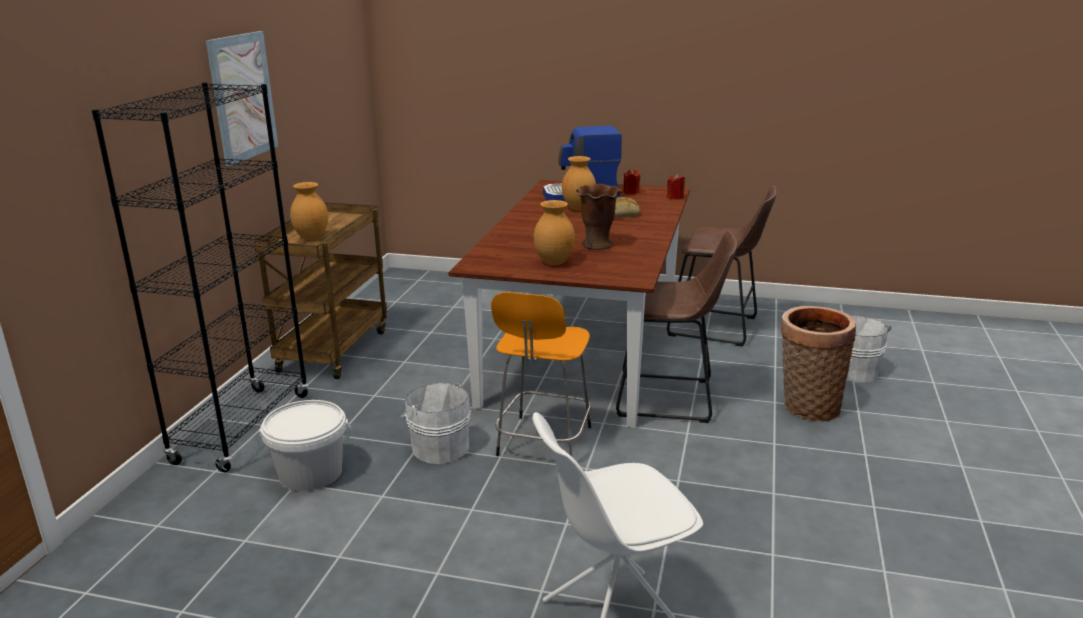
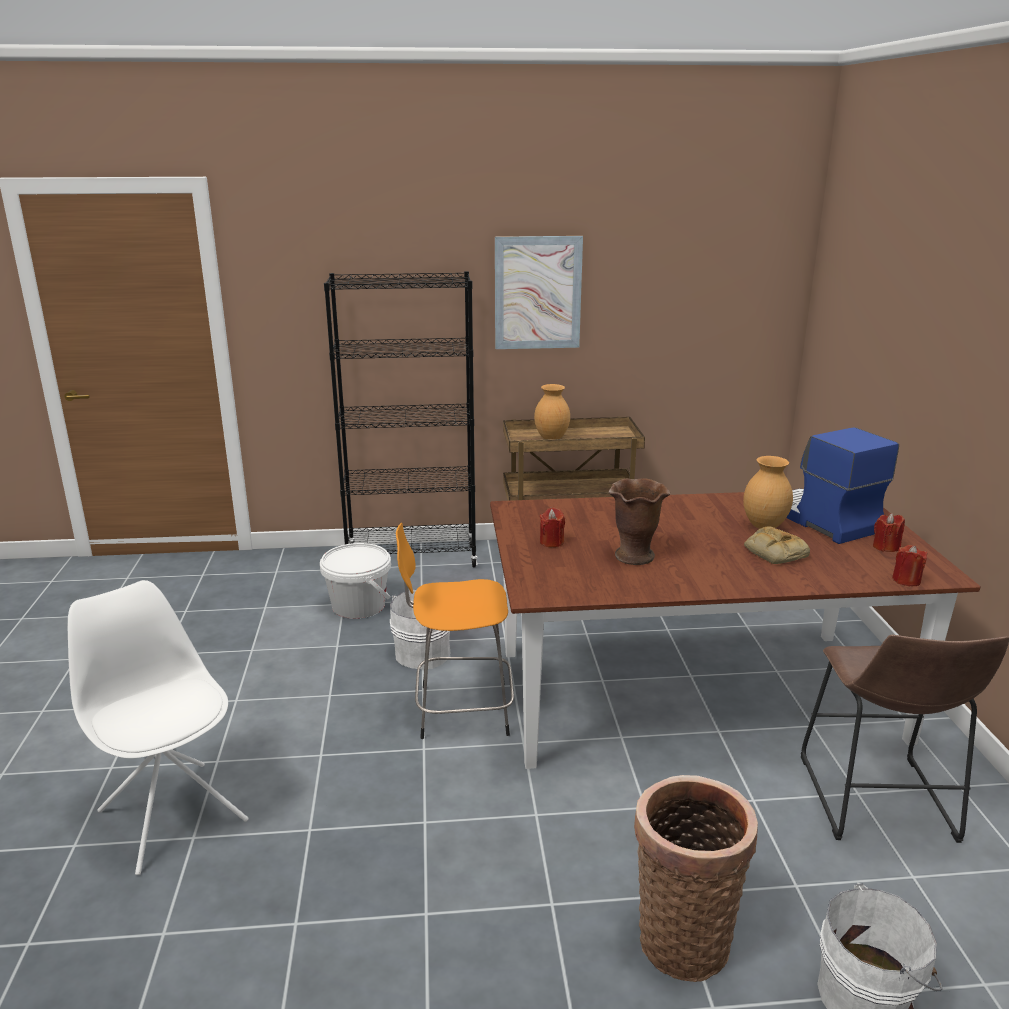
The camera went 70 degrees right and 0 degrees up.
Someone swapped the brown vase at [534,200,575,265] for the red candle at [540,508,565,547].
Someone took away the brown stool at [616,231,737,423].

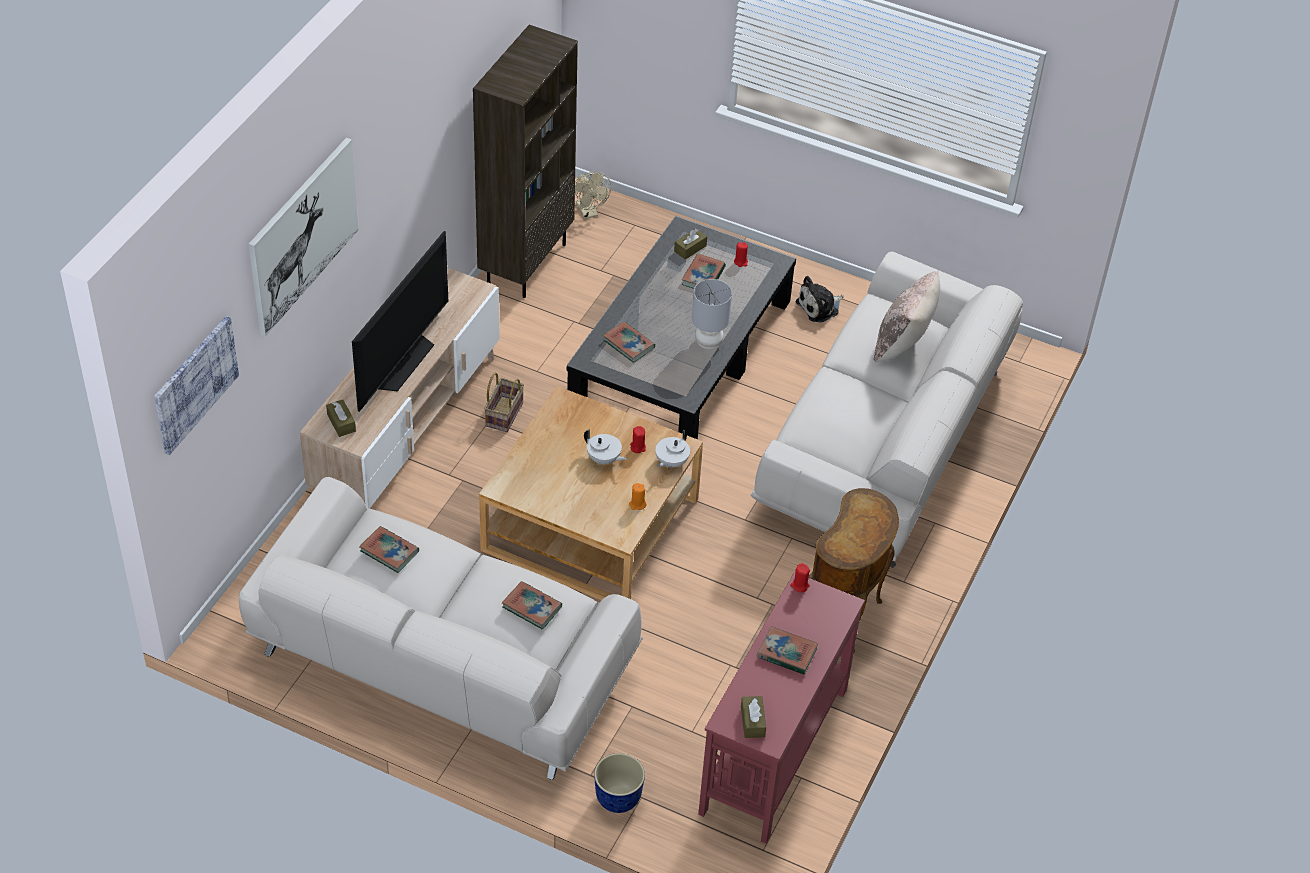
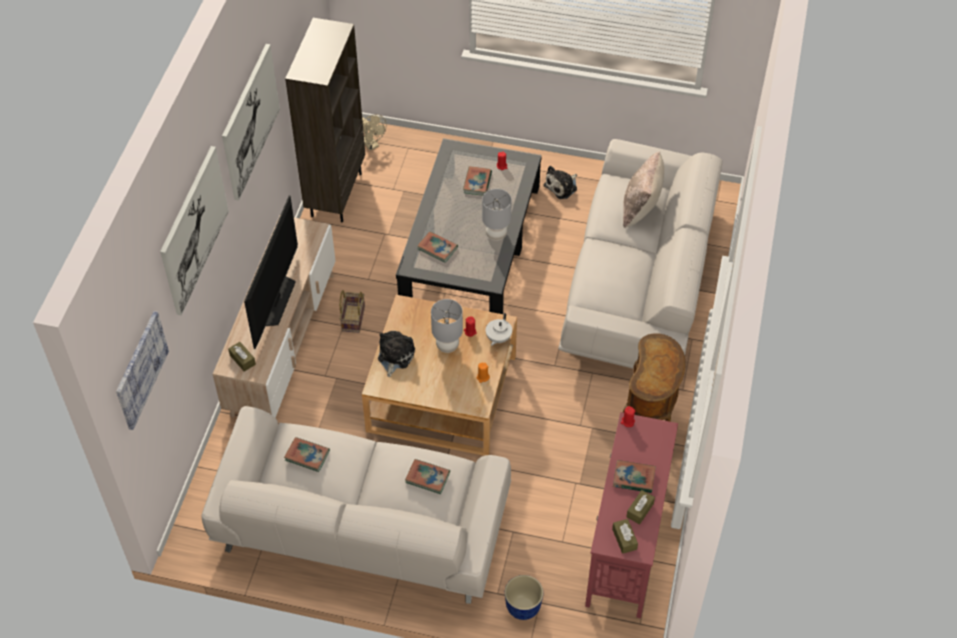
The camera went 10 degrees left and 5 degrees up.
Someone carried the brown tissue box from [674,229,707,260] to [626,490,655,524].
Someone swapped the white teapot at [584,430,627,465] for the grey table lamp at [431,299,463,353].
Someone put up the picture at [222,44,280,201].
Someone put down the plush toy at [378,331,415,377].

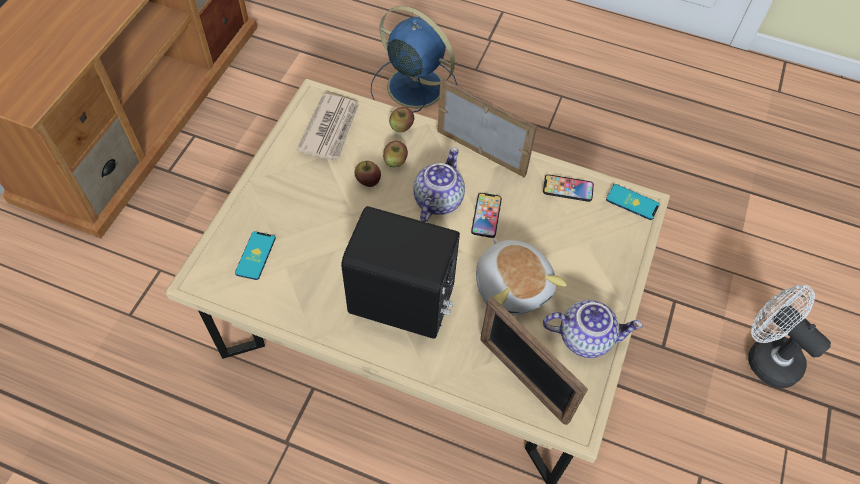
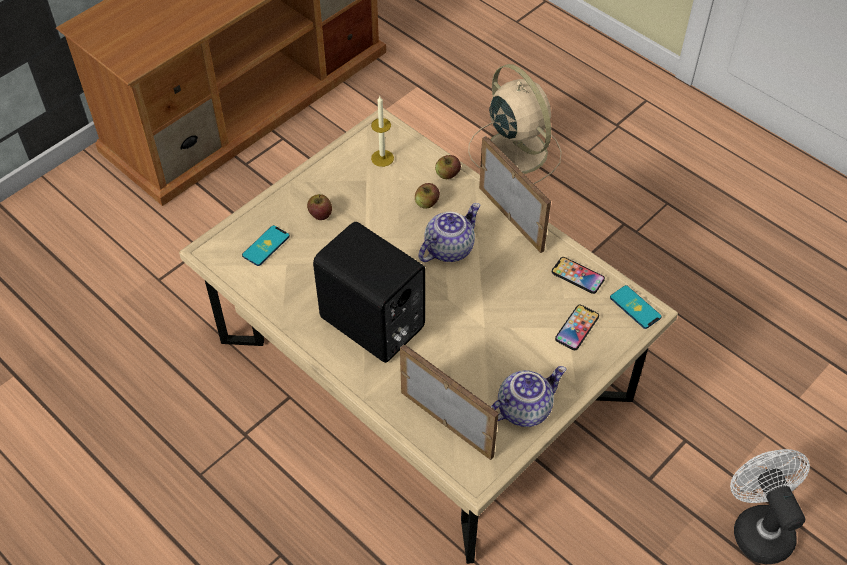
The camera went 25 degrees right and 5 degrees down.
Someone repainted the blue fan at [371,6,458,113], which became the beige fan at [468,64,562,184].
Someone swapped the newspaper at [297,94,359,160] for the candle at [371,96,394,167].
Someone carried the apple from [354,161,381,187] to [307,194,332,220].
Someone carried the phone from [471,193,502,238] to [555,305,599,350].
Someone took away the plush toy at [476,238,567,316].
Someone rotated the picture frame at [480,296,588,425] by 150 degrees clockwise.
Someone rotated the teapot at [543,300,643,358] by 60 degrees counterclockwise.

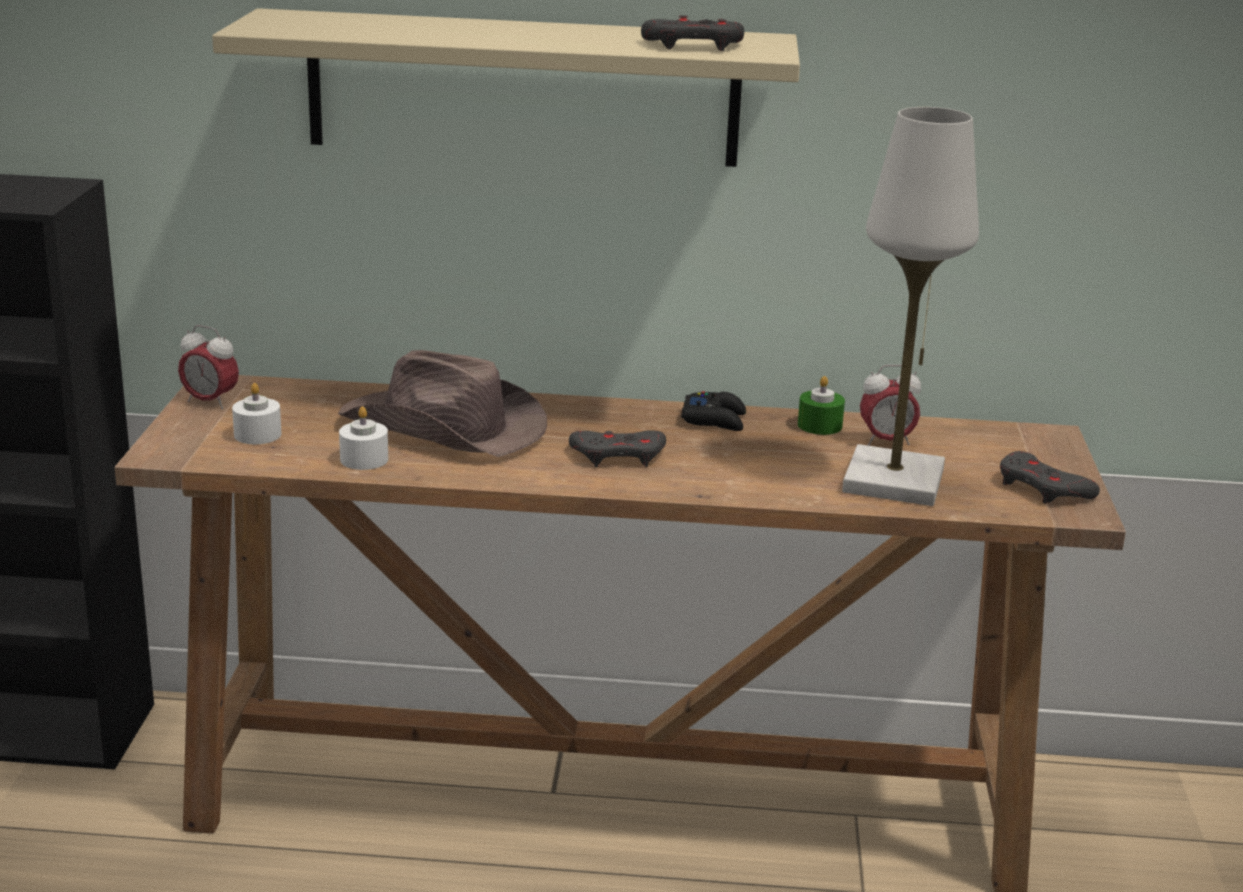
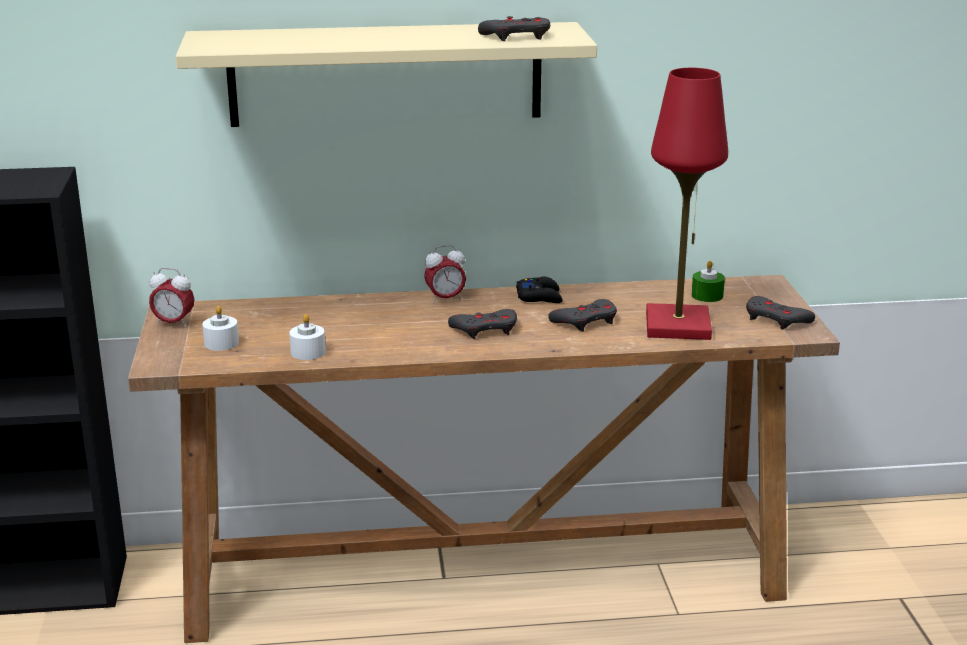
The camera went 10 degrees left and 0 degrees up.
Someone repainted the white table lamp at [842,107,979,506], which became the red table lamp at [646,68,728,340].
Someone took away the brown hat at [338,350,547,457].
Someone carried the alarm clock from [860,365,921,446] to [424,245,466,303].
Someone carried the green candle from [798,376,845,435] to [691,261,725,302].
Someone put down the grey game controller at [548,299,617,331].

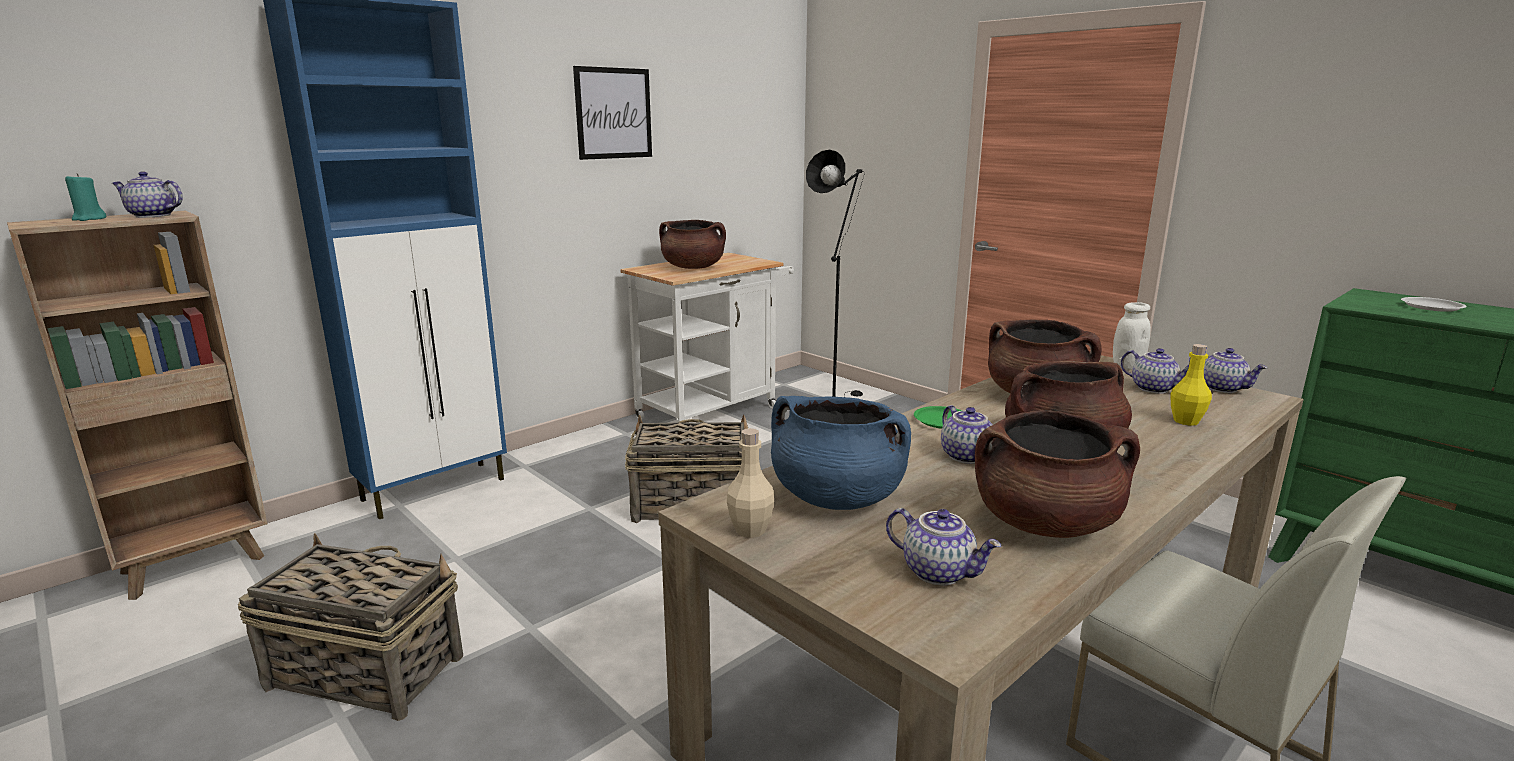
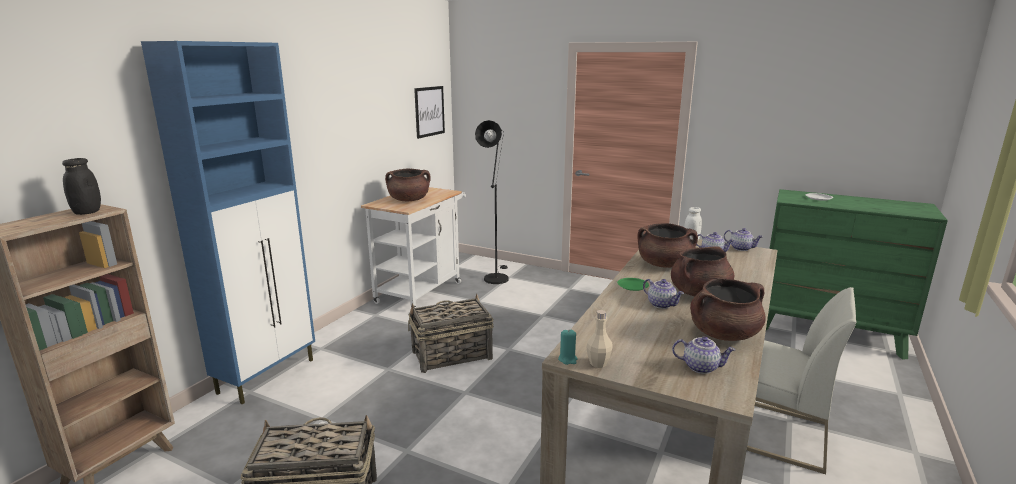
The camera went 20 degrees left and 0 degrees up.
Someone carried the picture from [573,66,652,160] to [414,86,445,139].
Someone swapped the teapot at [112,171,183,218] for the black jar at [62,158,101,215].
Someone carried the turquoise candle from [65,173,107,221] to [558,330,577,365].
Someone took away the yellow bottle at [1170,344,1212,426].
Someone took away the blue cooking pot at [771,396,911,510].

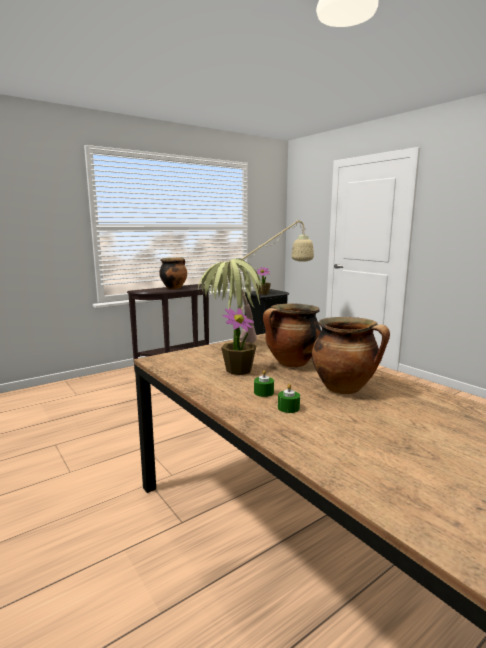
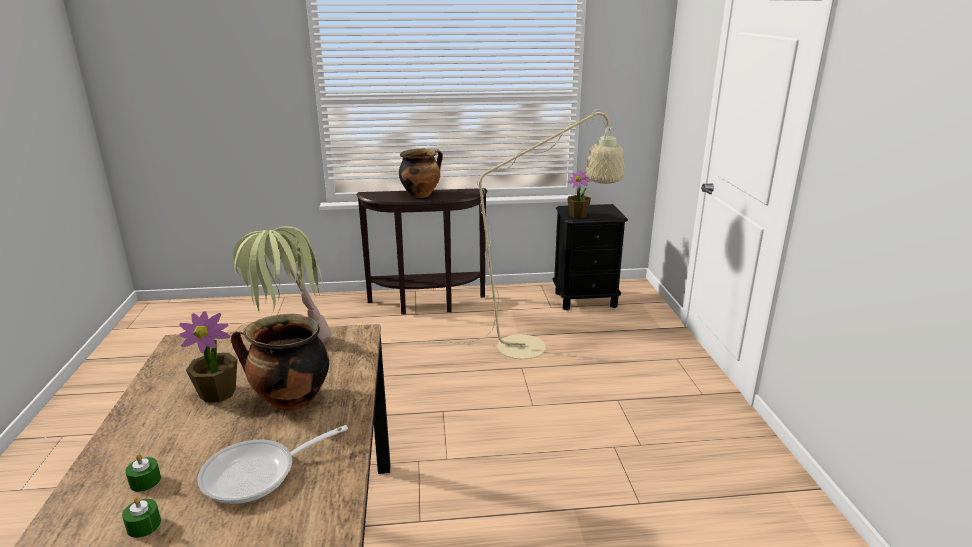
The camera went 30 degrees right and 10 degrees up.
Someone swapped the cooking pot at [312,317,390,394] for the frying pan at [197,425,348,504].
Someone carried the green candle from [254,370,274,397] to [122,496,161,538].

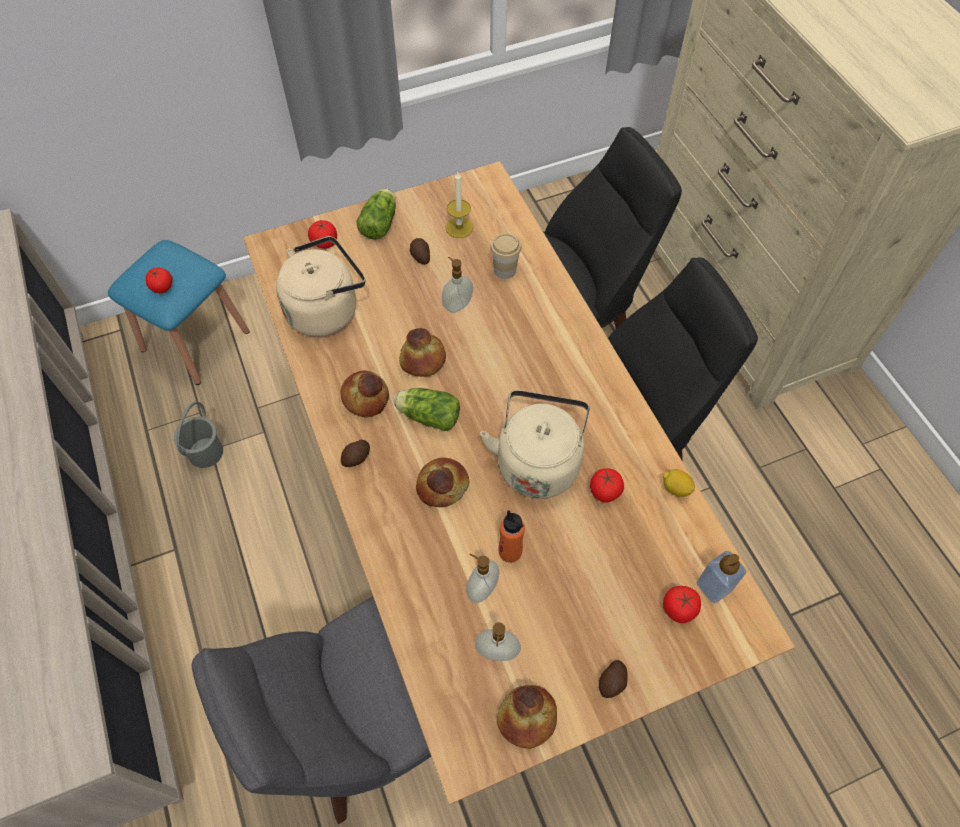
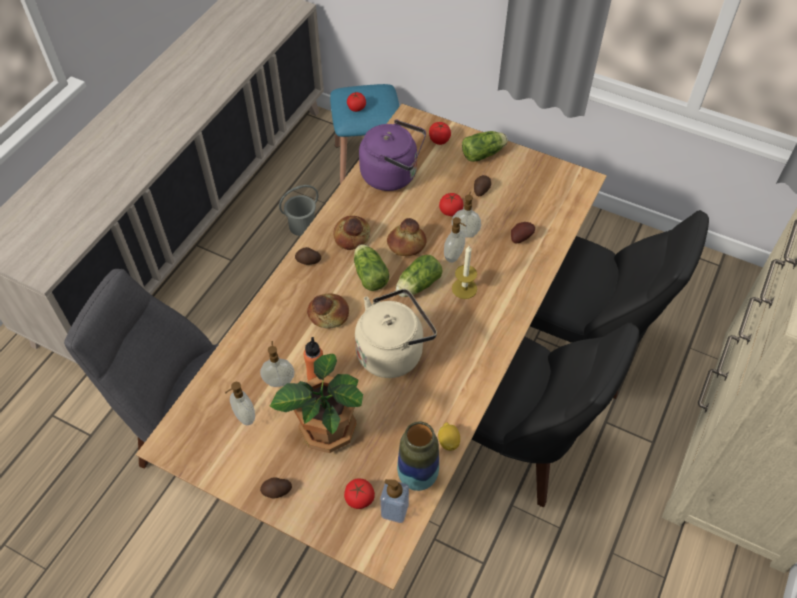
The camera went 50 degrees right and 5 degrees down.
Someone carried the candle from [446,172,473,238] to [452,246,477,299].
Someone swapped the cup at [490,233,522,279] for the potato at [511,222,535,244].
Someone repainted the beige kettle at [276,236,365,337], which became the purple kettle at [359,120,426,191].
Someone carried the tomato from [590,468,624,503] to [439,193,463,216].
Someone took away the bread at [497,685,557,749].
Someone put down the soap dispenser at [444,217,466,263].
Someone put down the lettuce at [396,255,443,297].
Someone put down the potted plant at [270,353,363,453].
Someone put down the vase at [397,422,439,491].

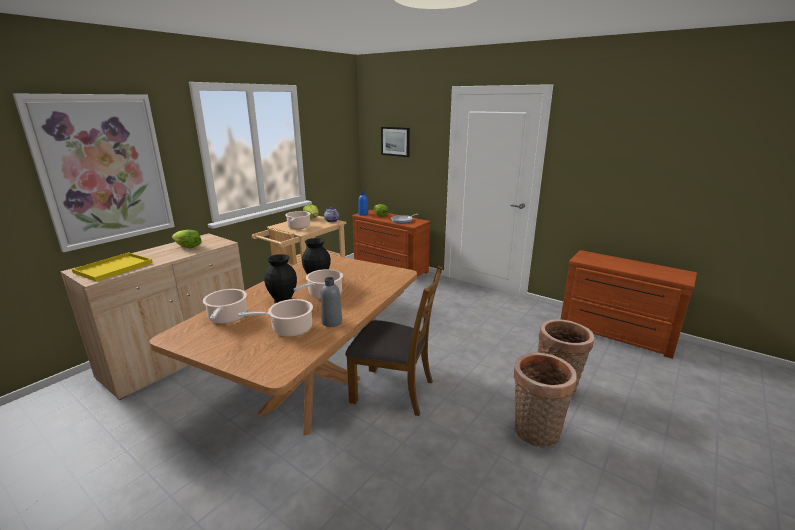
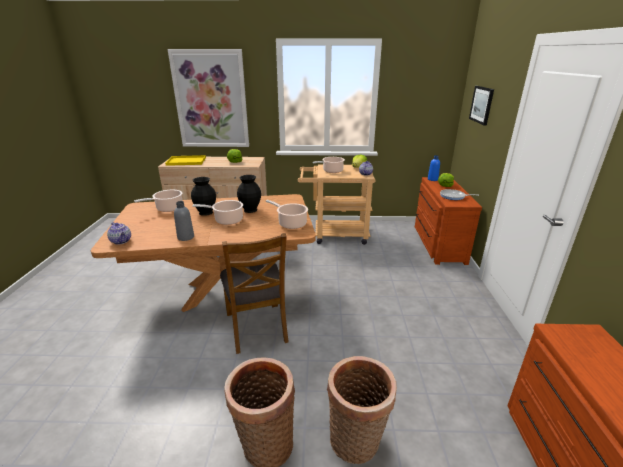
The camera went 55 degrees right and 5 degrees up.
Someone carried the cooking pot from [239,299,313,337] to [266,200,308,229].
Someone put down the teapot at [107,222,131,245].

